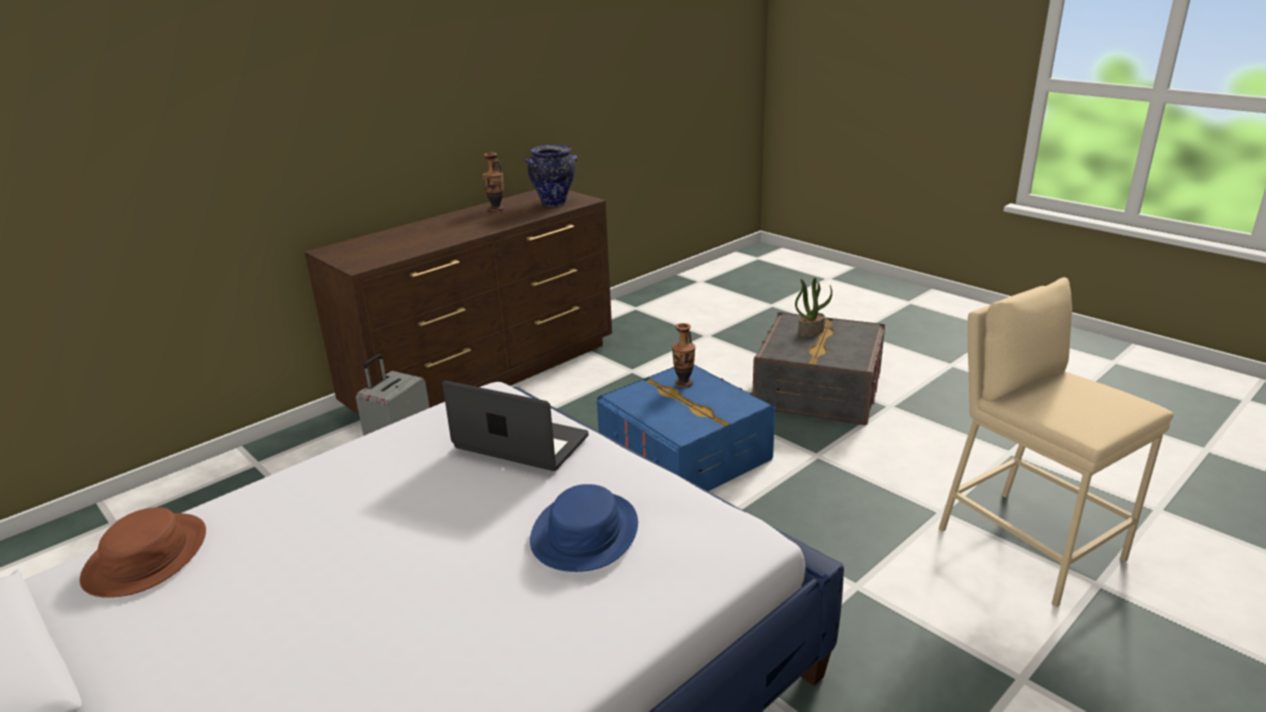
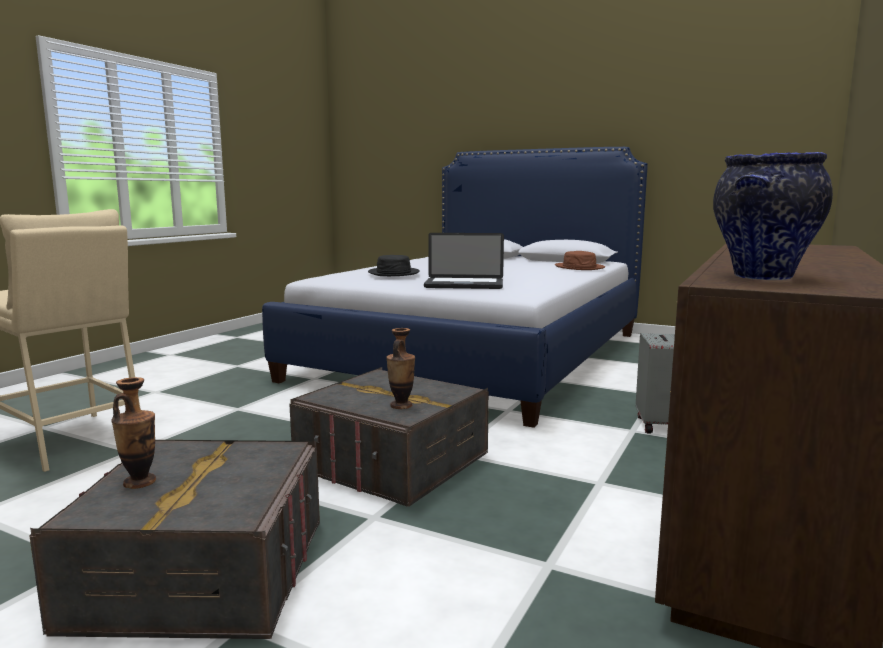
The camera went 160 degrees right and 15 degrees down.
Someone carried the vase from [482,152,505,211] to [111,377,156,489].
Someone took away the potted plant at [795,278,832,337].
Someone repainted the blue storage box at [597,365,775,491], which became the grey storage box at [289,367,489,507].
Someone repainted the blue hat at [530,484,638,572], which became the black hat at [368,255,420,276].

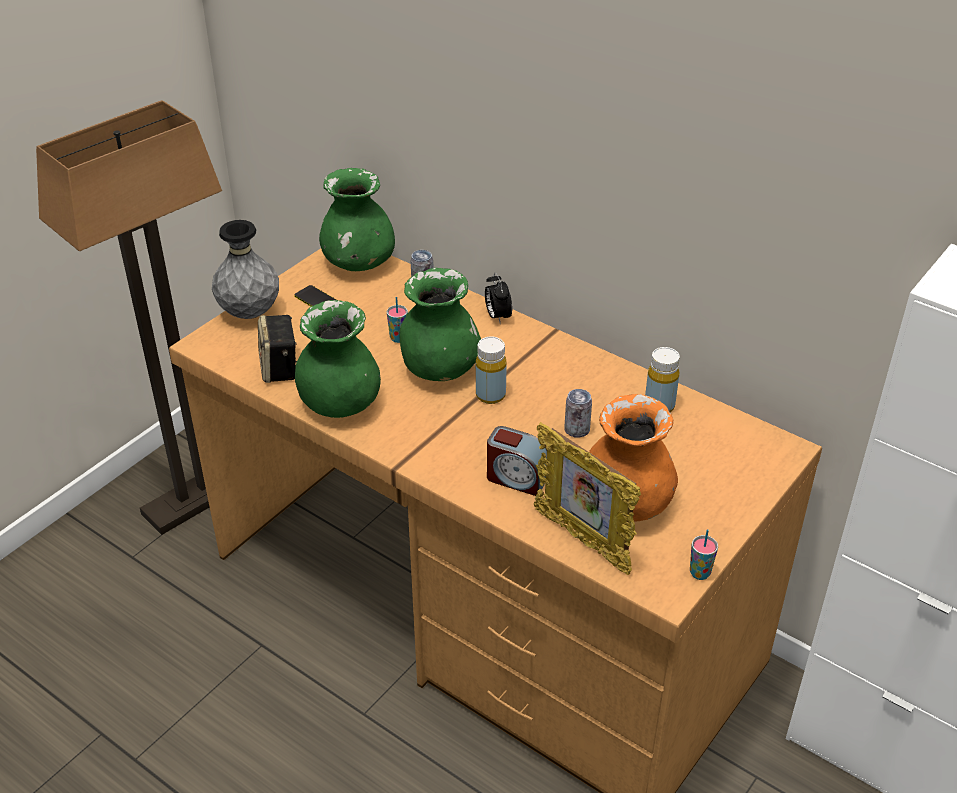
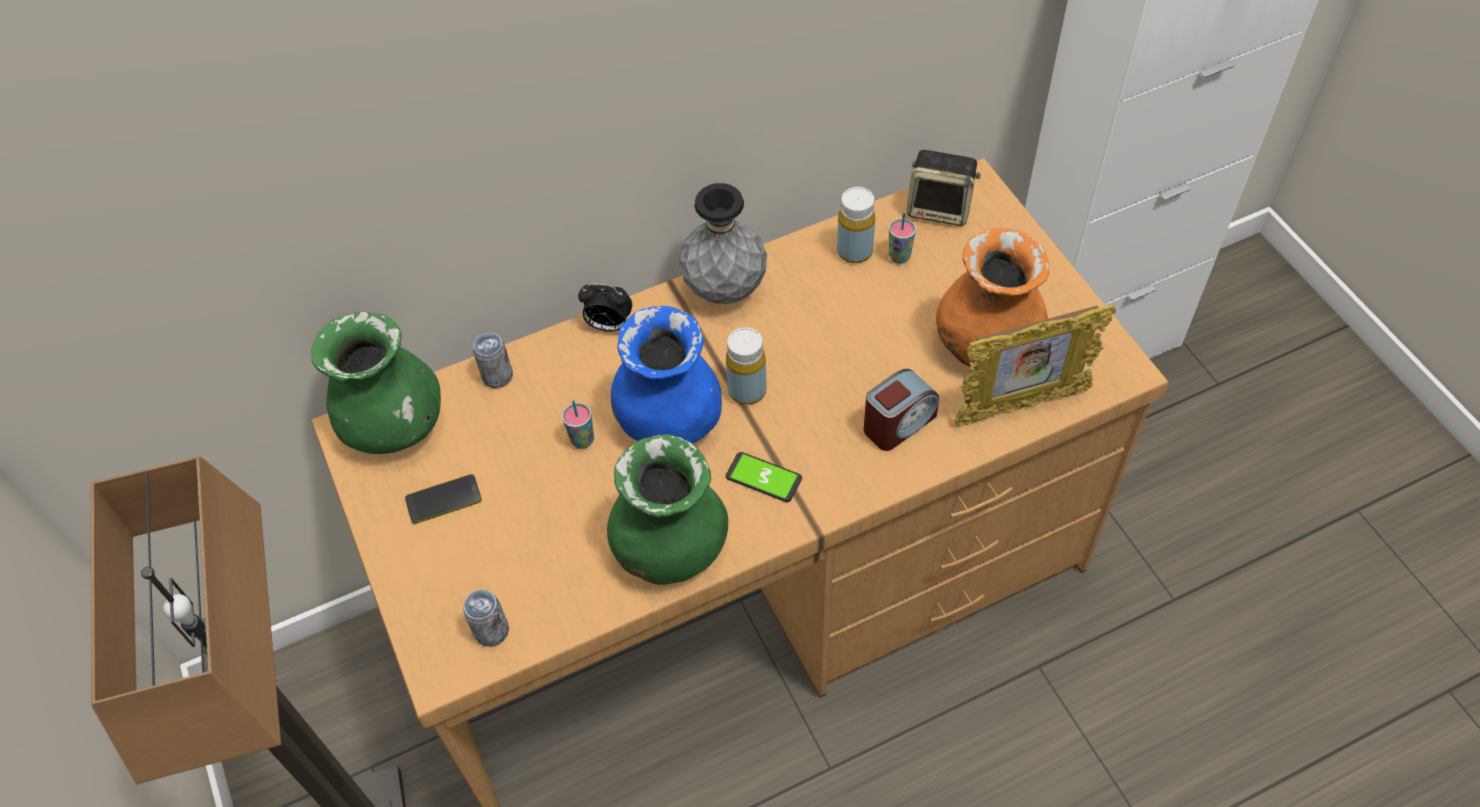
The camera went 60 degrees left and 15 degrees up.
Someone carried the grey vase from [212,220,279,319] to [679,183,767,304].
Someone repainted the green vase at [399,268,481,381], which became the blue vase at [611,306,722,443].
Someone carried the speaker from [258,315,297,383] to [906,150,981,226].
Someone carried the can from [564,389,592,438] to [463,589,509,647].
Someone carried the cup from [690,529,718,580] to [889,213,916,264].
Someone put down the phone at [726,452,802,502].

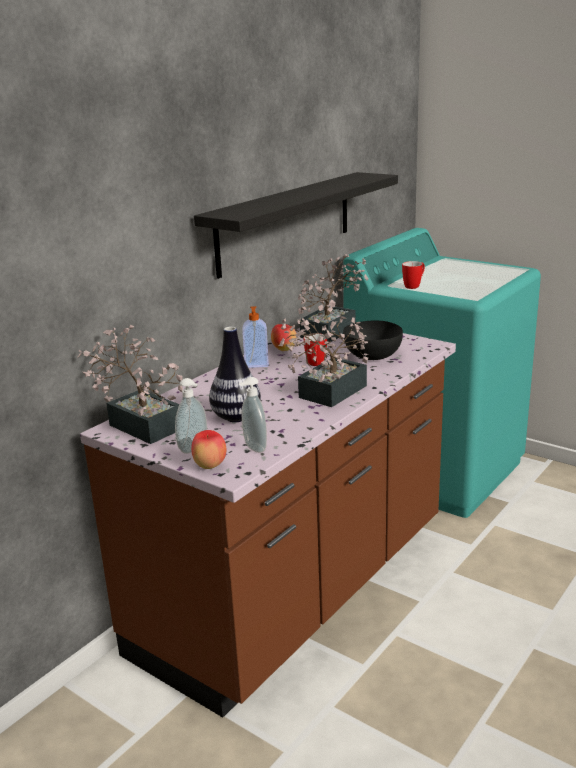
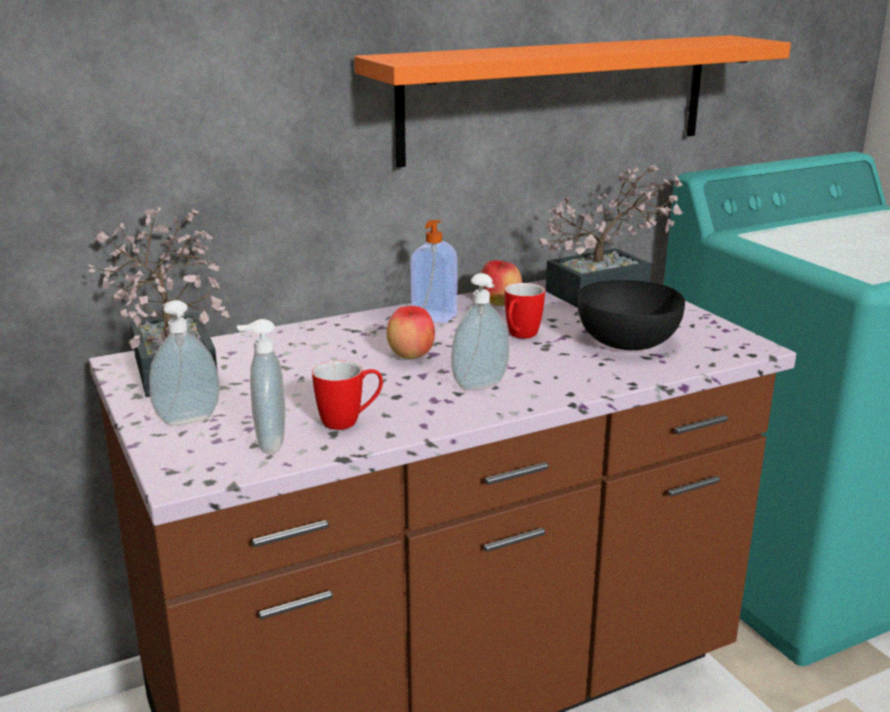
The camera went 25 degrees right and 0 degrees up.
Someone repainted the black shelf at [194,172,398,279], which became the orange shelf at [354,35,791,168].
Someone carried the mug from [402,261,425,289] to [312,360,383,430].
Someone swapped the potted plant at [279,317,368,407] for the soap dispenser at [451,273,509,390].
Someone took away the vase at [209,326,261,422].
Someone carried the apple from [191,430,226,469] to [387,306,435,359].

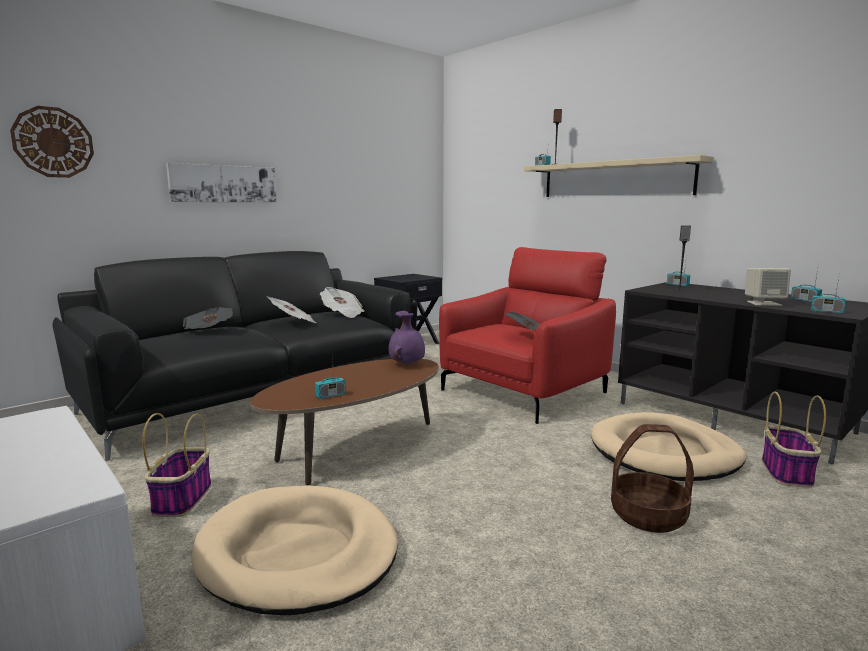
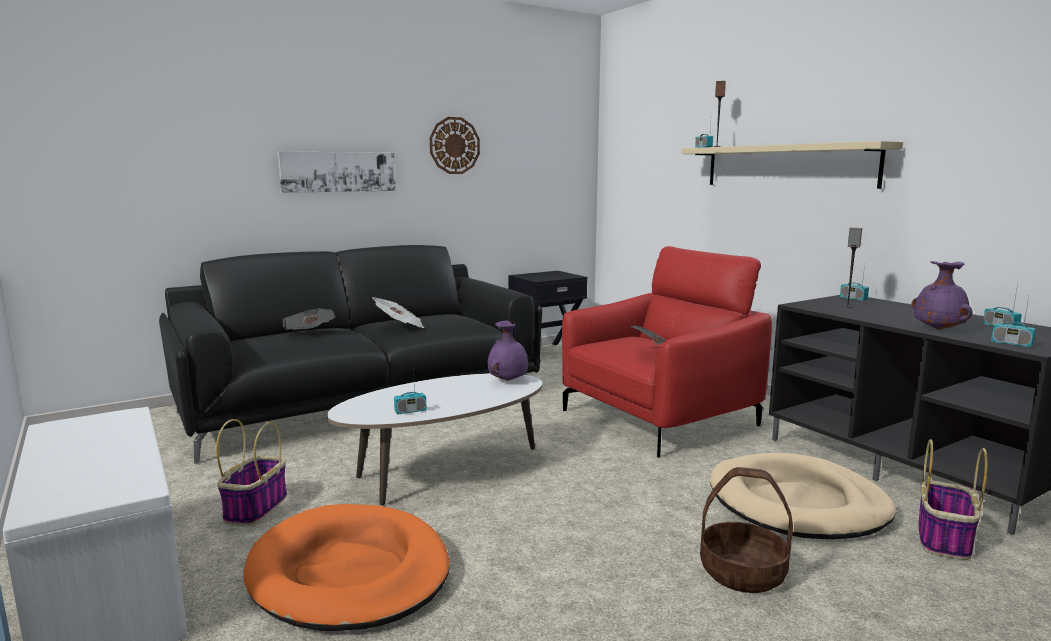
The camera went 10 degrees right and 0 degrees up.
Someone carried the wall clock from [10,106,94,178] to [430,117,480,174].
Someone swapped the beige speaker at [745,268,791,306] for the purple vase at [911,261,973,330].
Someone took away the newspaper at [320,287,365,318].
Someone repainted the brown coffee table at [250,359,438,485], which became the white coffee table at [327,373,542,505].
Someone repainted the beige dog bed at [191,486,398,615], which became the orange dog bed at [244,504,450,631].

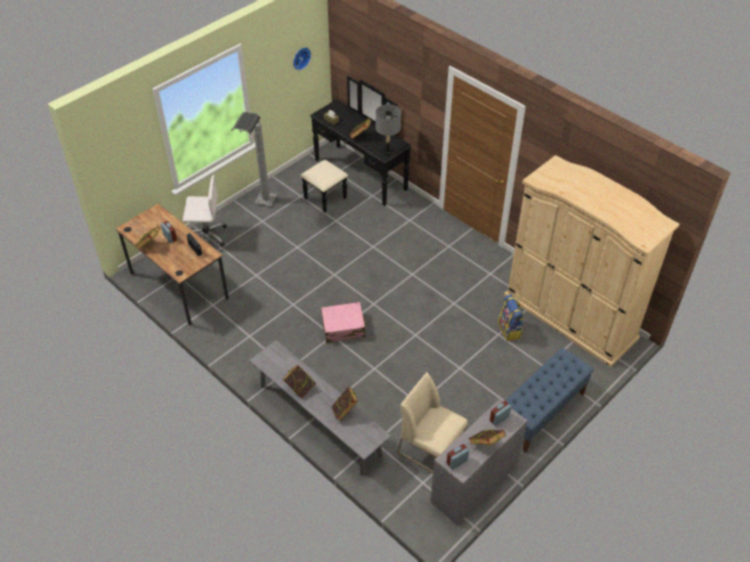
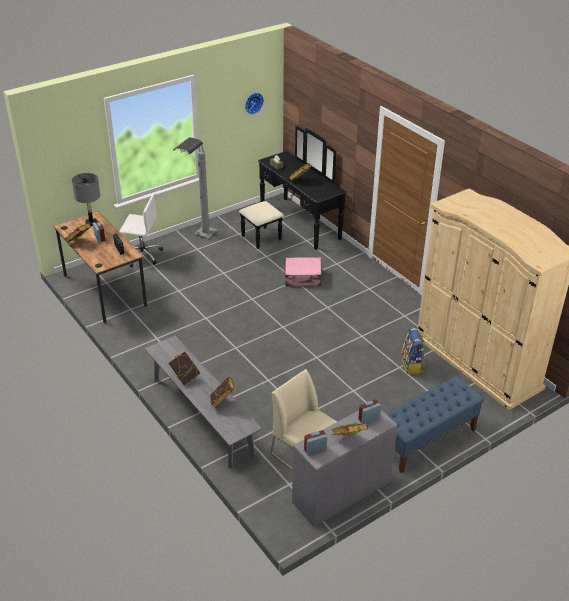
The camera went 10 degrees right and 10 degrees down.
Someone carried the grey table lamp from [376,104,401,156] to [72,173,100,226].
Someone carried the pink suitcase from [321,302,367,343] to [285,257,324,286].

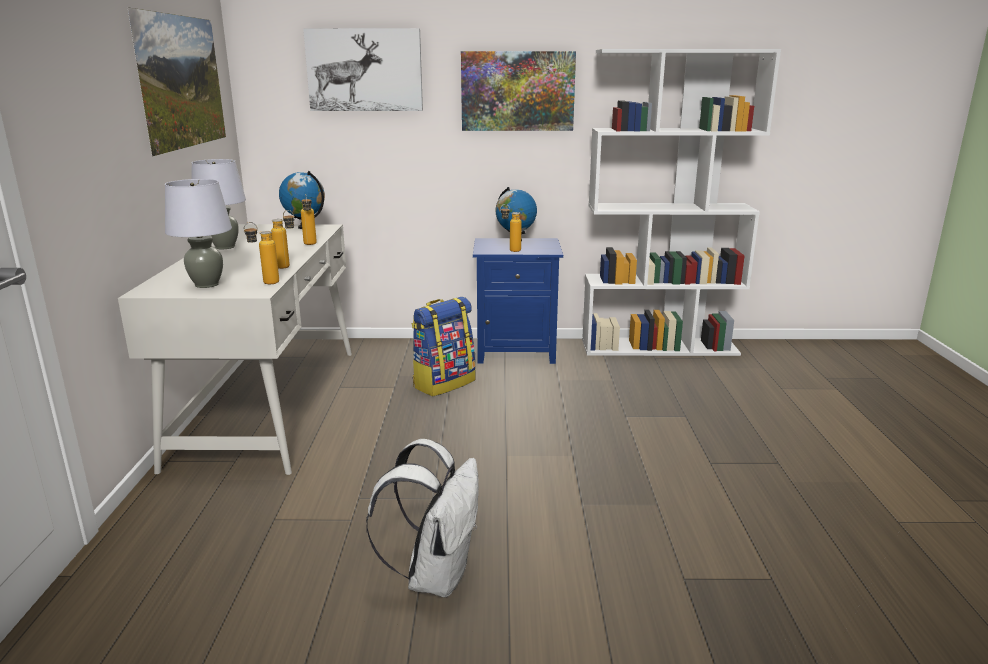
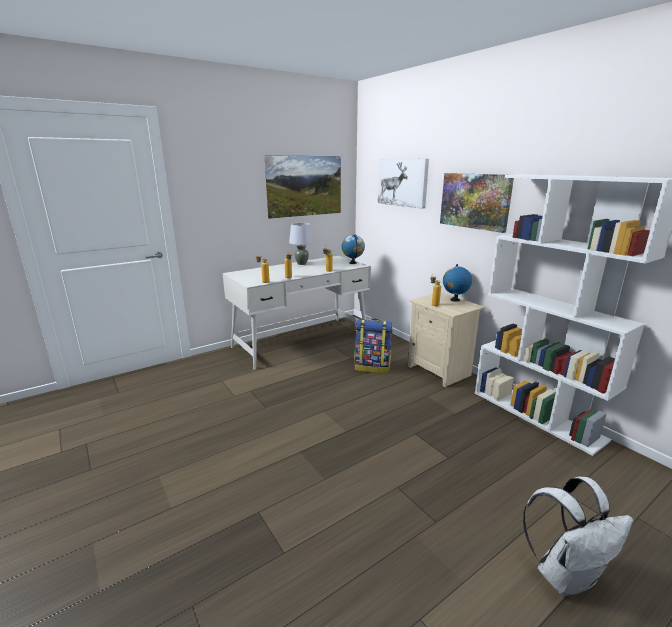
The camera went 55 degrees right and 0 degrees up.
Someone took away the grey table lamp at [165,179,232,288].
Someone repainted the blue nightstand at [473,238,563,364], which became the beige nightstand at [408,293,485,388].
Someone carried the white backpack from [366,439,479,598] to [523,477,633,596].

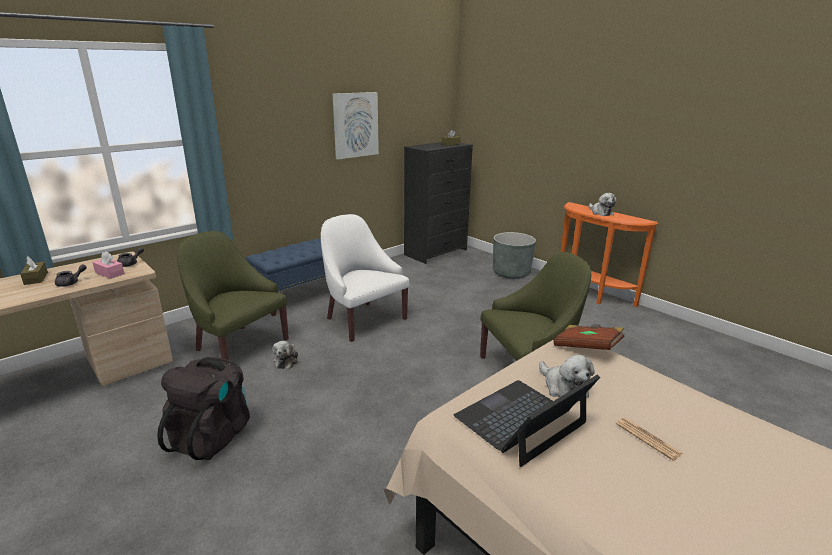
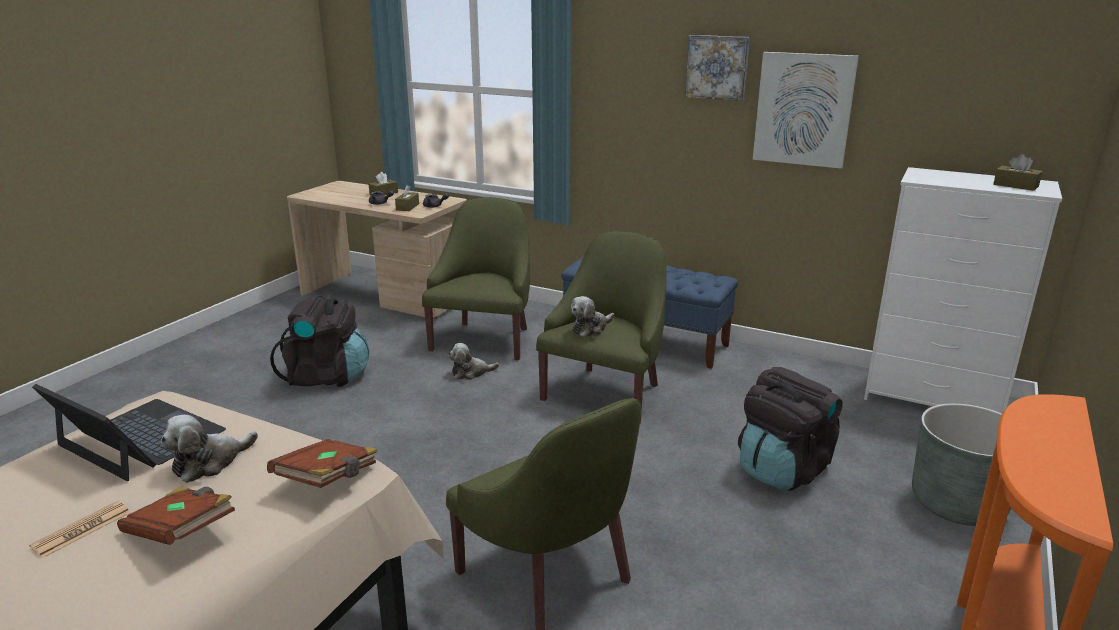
The camera went 70 degrees right and 0 degrees up.
Someone repainted the black dresser at [404,142,473,264], which became the white dresser at [864,167,1062,413].
Someone carried the plush toy from [589,193,617,216] to [571,296,614,337].
Someone repainted the white armchair at [321,214,410,342], which became the green armchair at [536,231,666,423].
Someone repainted the pink tissue box at [92,251,124,279], which became the brown tissue box at [395,185,419,211].
Someone put up the picture at [685,35,750,101].
Someone put down the black backpack at [738,367,843,491].
Someone put down the brown book at [117,486,235,545].

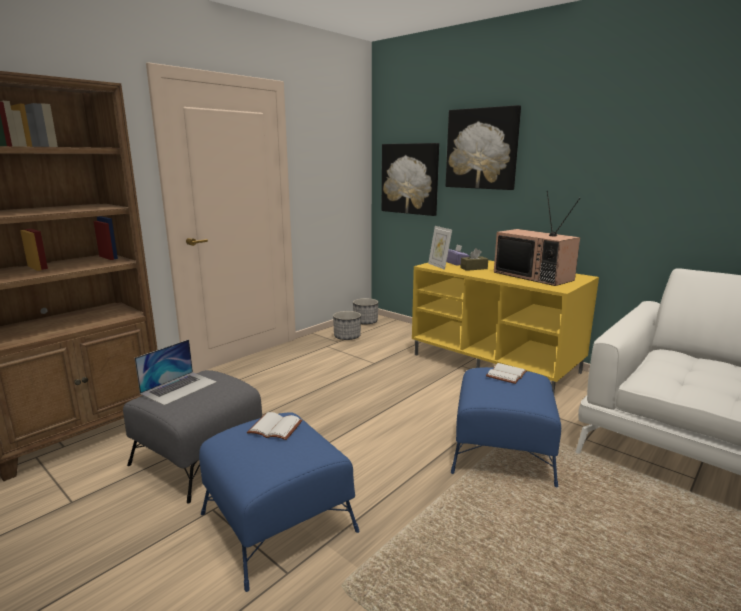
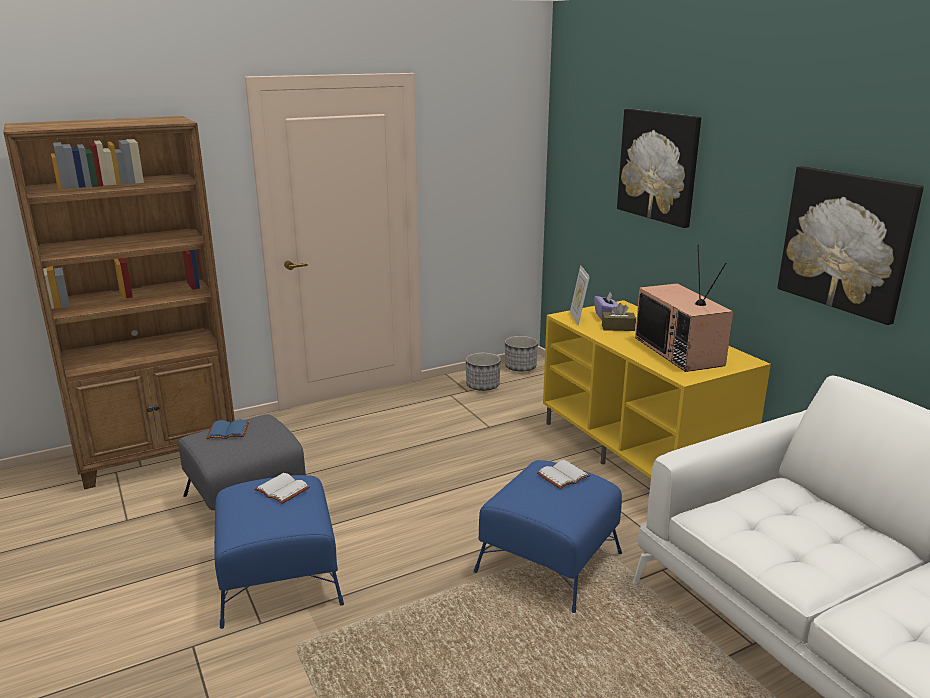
The camera went 20 degrees right and 5 degrees up.
Someone carried the picture from [382,143,439,216] to [777,166,924,325].
Someone swapped the laptop at [135,339,217,406] for the blue book at [206,419,249,439].

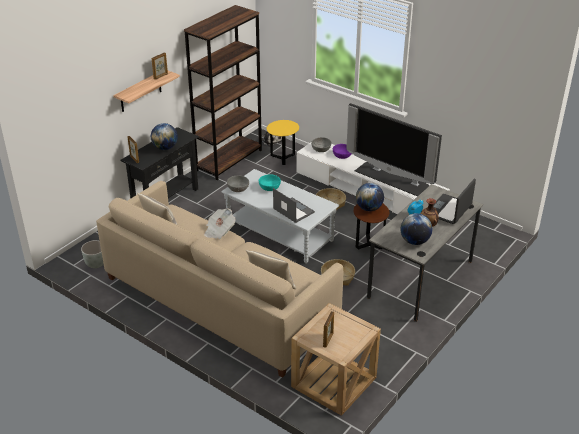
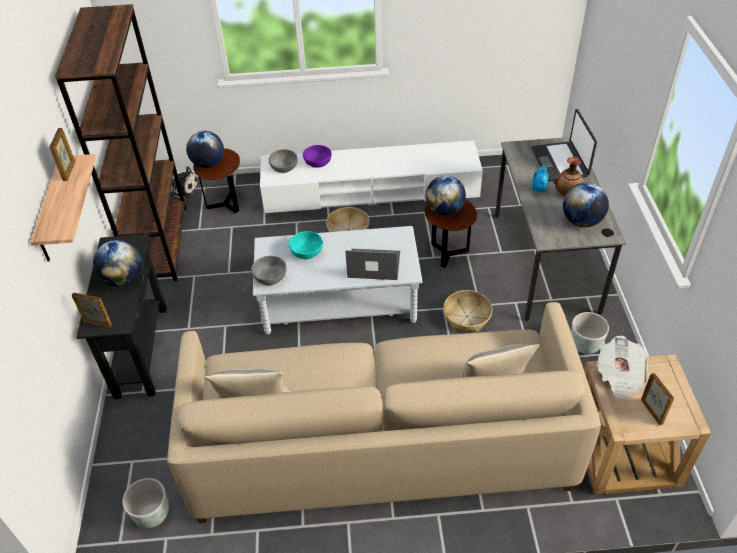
The camera went 40 degrees left and 10 degrees up.
Someone took away the television at [346,103,442,196].
Someone repainted the yellow side table at [267,120,299,165], which became the brown side table at [193,148,240,213].
Someone carried the newspaper from [204,208,236,239] to [597,336,648,399].
Someone put down the globe at [186,131,224,168].
Someone put down the grey planter at [571,312,609,354].

